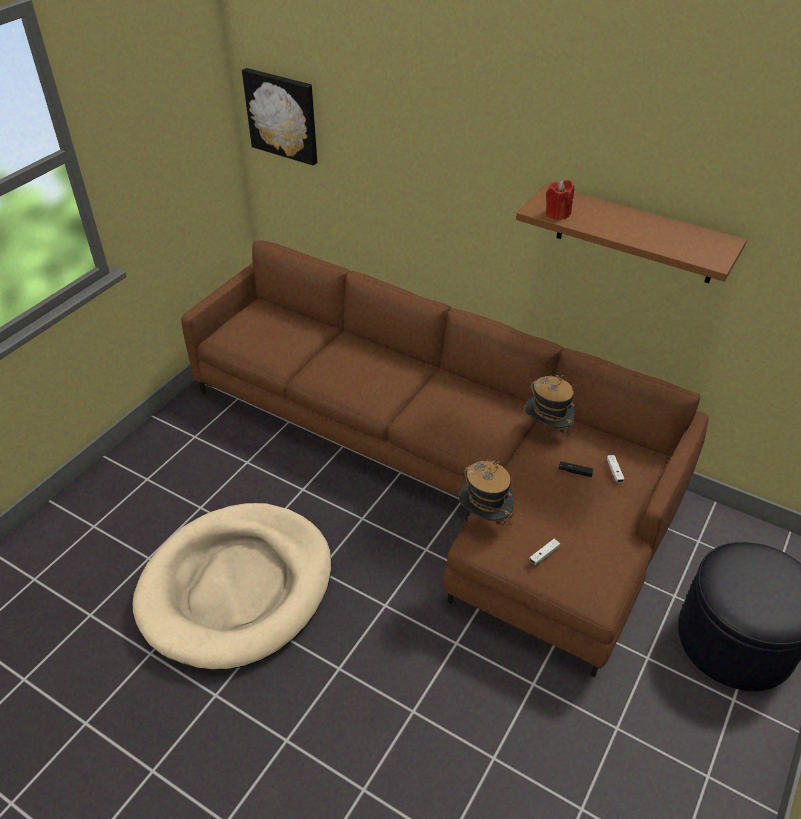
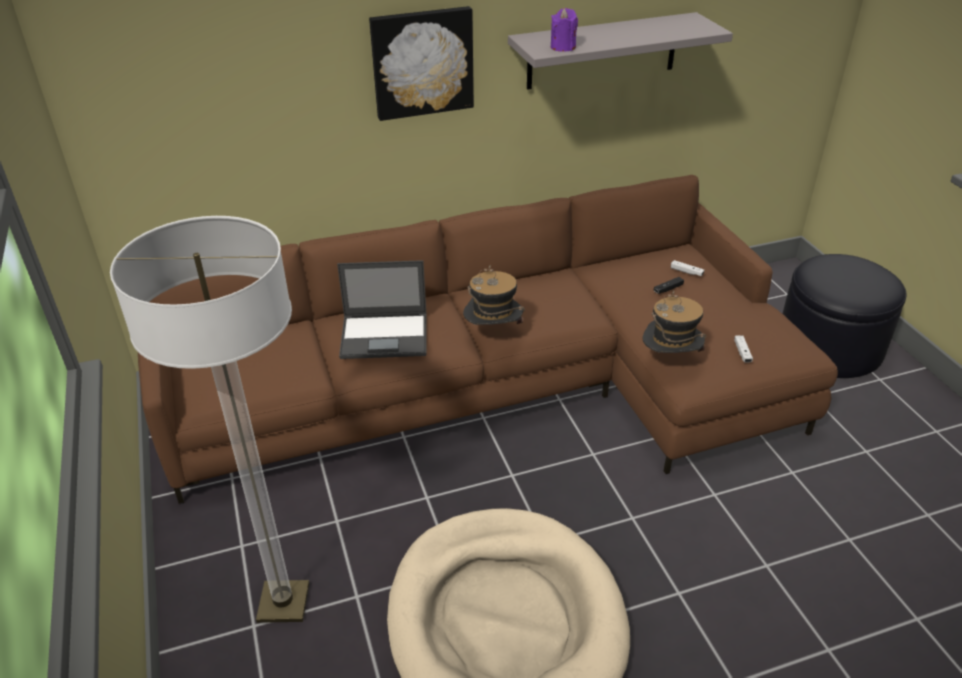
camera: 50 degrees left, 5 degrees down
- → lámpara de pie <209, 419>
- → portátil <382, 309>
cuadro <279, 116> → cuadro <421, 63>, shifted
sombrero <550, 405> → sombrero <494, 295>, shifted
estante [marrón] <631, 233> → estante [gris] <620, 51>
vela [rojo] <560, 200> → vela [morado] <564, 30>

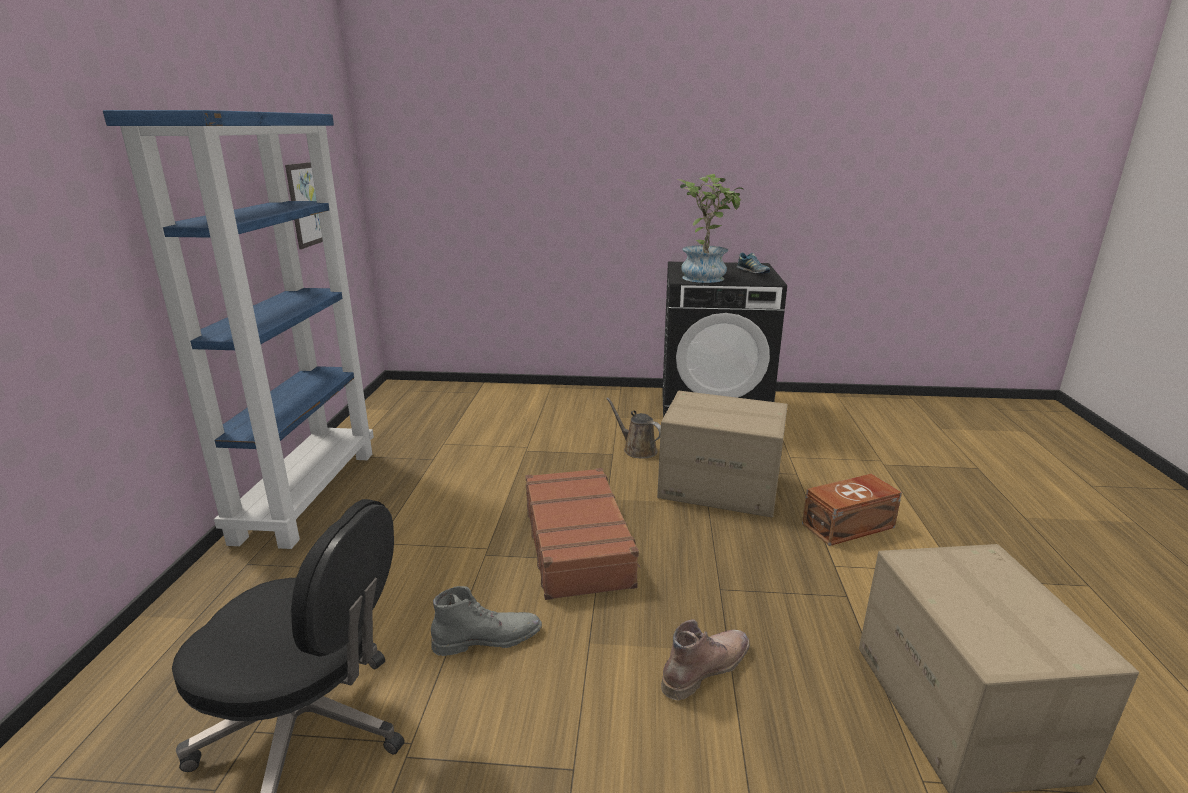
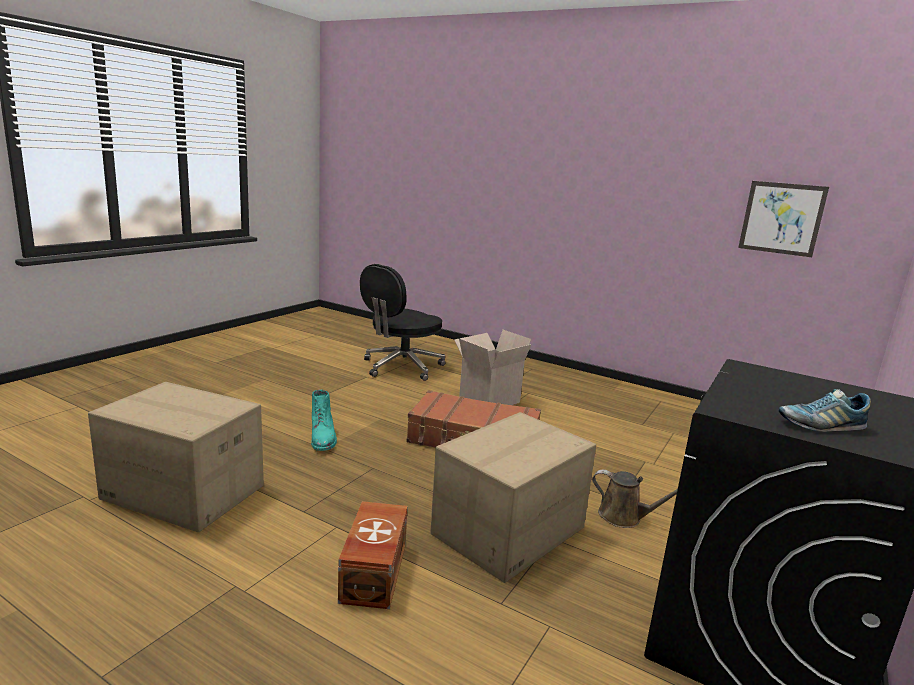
camera: 115 degrees right, 5 degrees down
bota [marrón] <705, 659> → bota [turquesa] <324, 420>
- → caja de cartón <493, 367>
regadera [marrón] <633, 428> → regadera [marrón] <635, 499>, 45 degrees clockwise
estantería [azul] <238, 329> → -
bota [gris] <486, 621> → -
planta en maceta <711, 228> → -

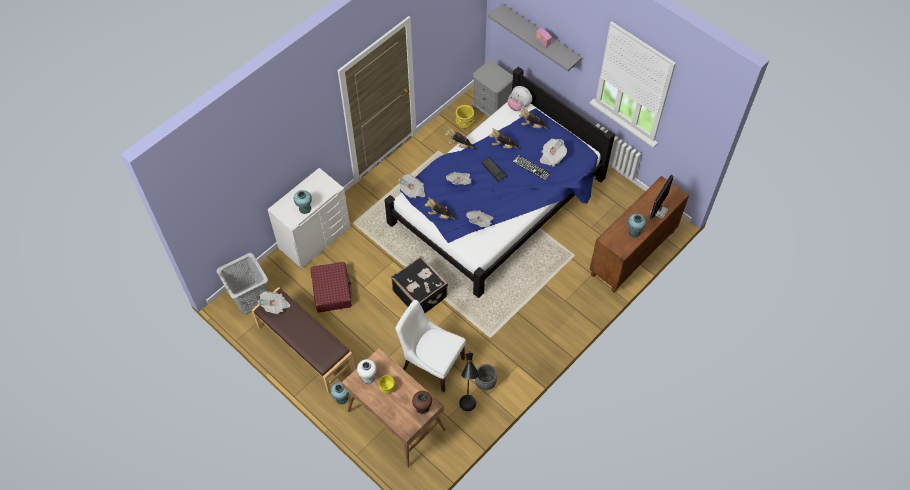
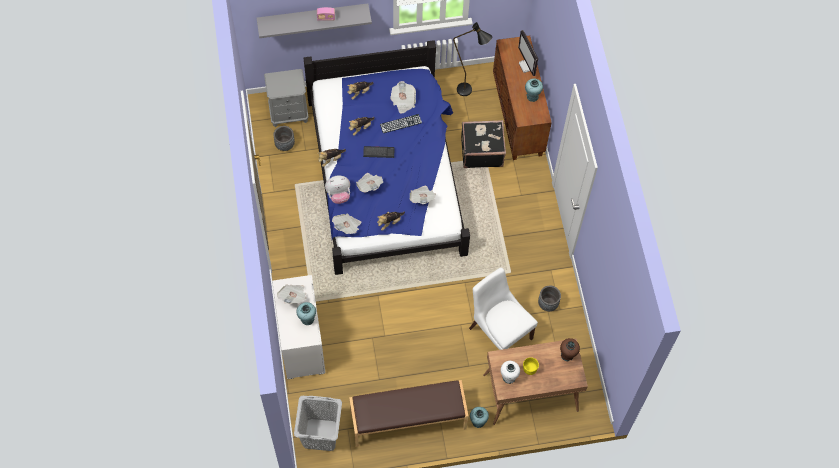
camera: 55 degrees left, 5 degrees up
maceta [amarillo] <465, 117> → maceta [gris] <284, 138>
periódico <274, 302> → periódico <291, 294>, shifted
peluche <519, 98> → peluche <337, 189>, shifted
lámpara de pie [negro] <469, 381> → lámpara de pie [negro] <472, 59>, shifted
maleta [negro] <419, 284> → maleta [negro] <483, 144>, shifted
silla [blanco] <430, 346> → silla [blanco] <503, 309>, 75 degrees clockwise
maleta [rojo] <331, 287> → -

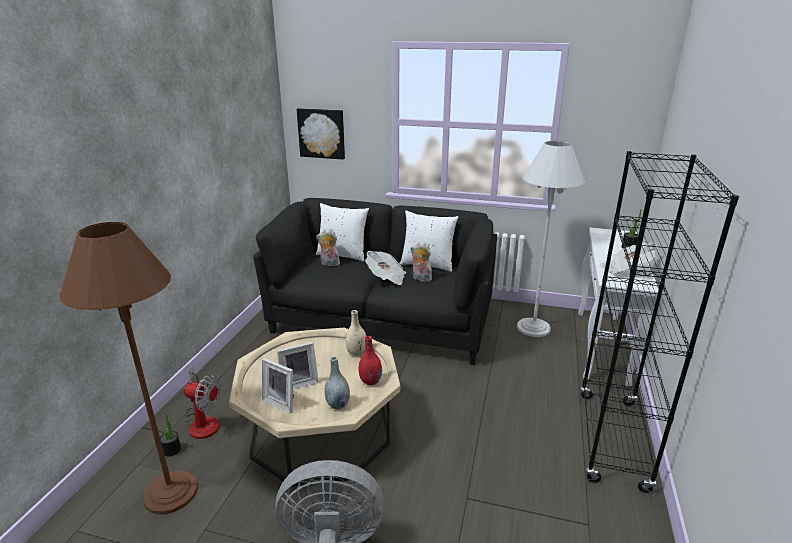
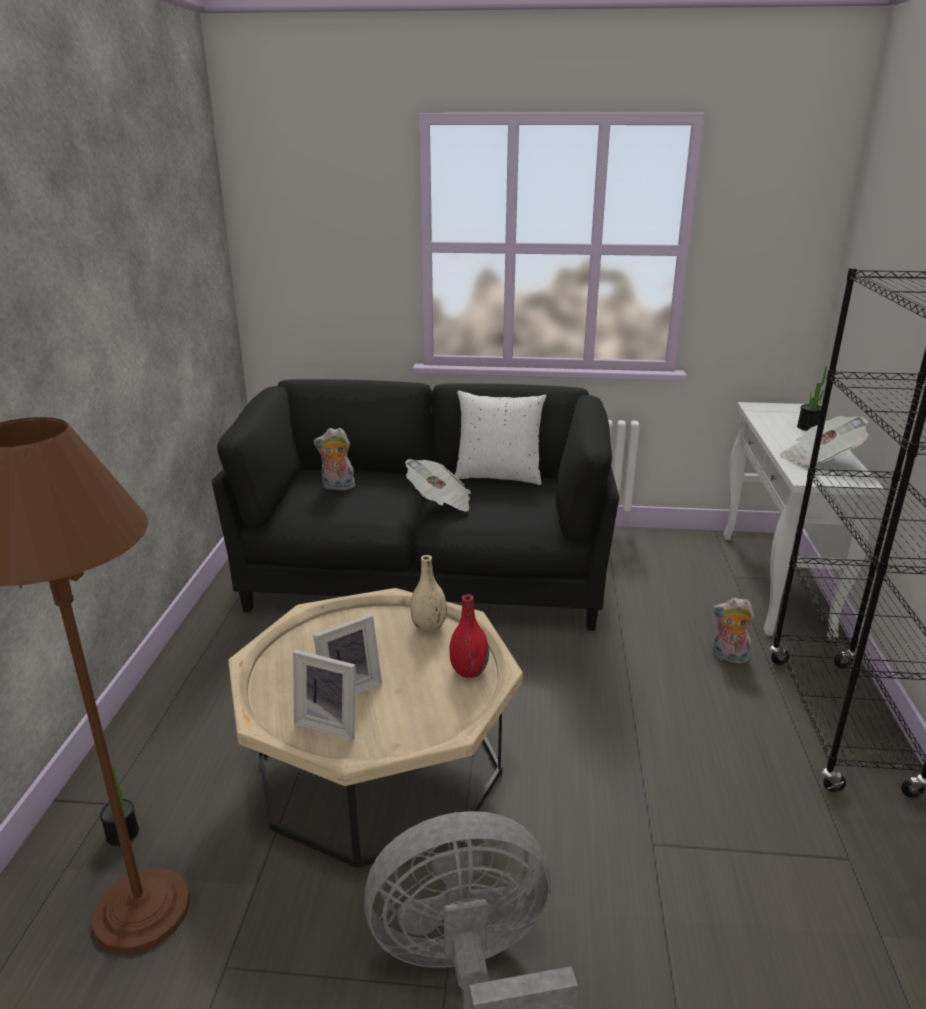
camera: 10 degrees left, 0 degrees up
peluche <422, 262> → peluche <733, 630>, shifted
ventilador <202, 403> → -
cuadro <321, 134> → -
cojín [blanco] <342, 232> → -
florero [gris] <337, 383> → -
lámpara de pie [blanco] <551, 239> → -

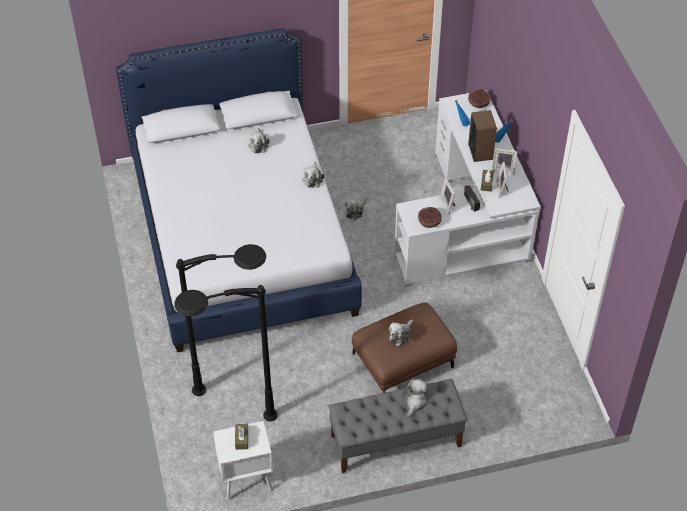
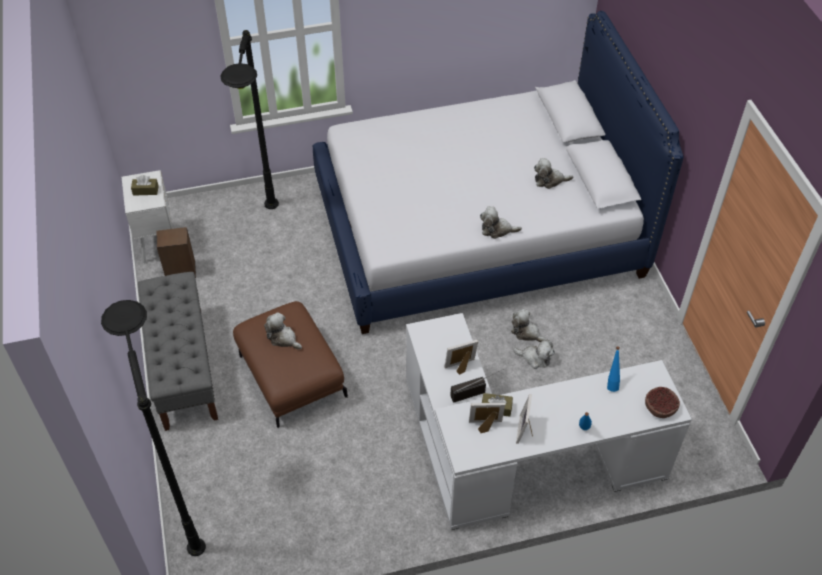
camera: 90 degrees right, 0 degrees up
lámpara de pie [negro] <226, 353> → lámpara de pie [negro] <153, 428>, shifted
altavoz <482, 136> → altavoz <176, 252>, shifted
peluche <415, 398> → peluche <534, 354>, shifted
cuenco <430, 217> → -

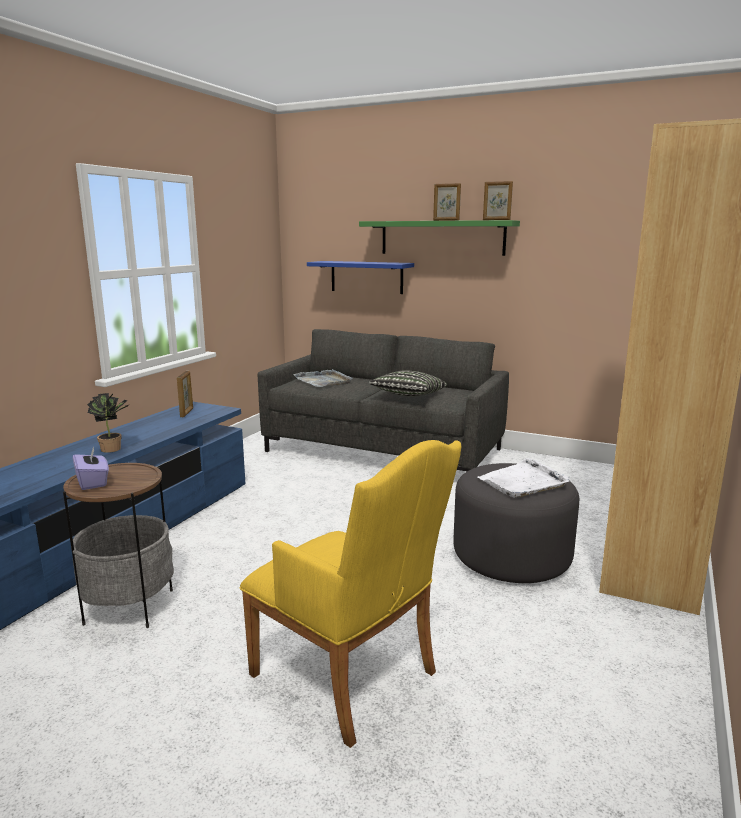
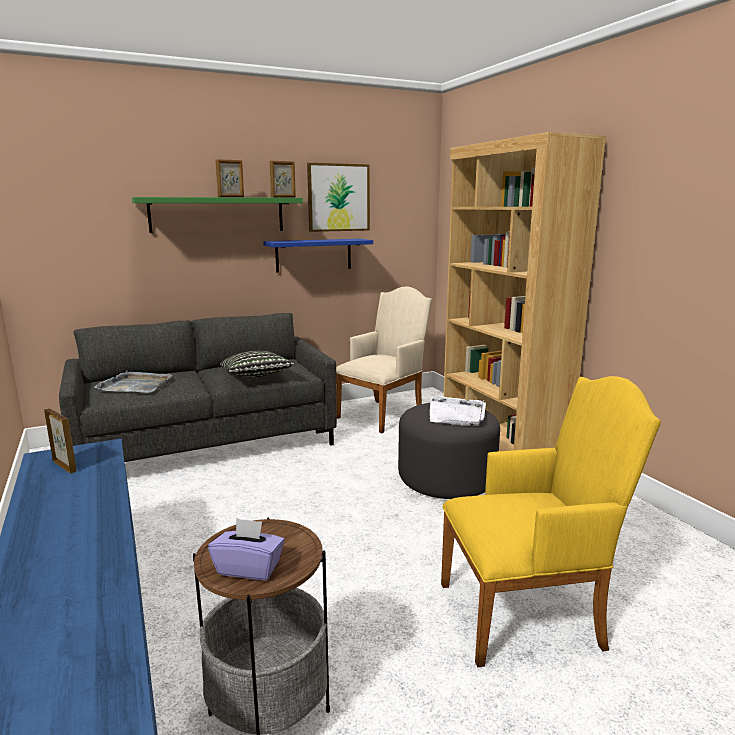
camera: 50 degrees left, 0 degrees up
estante [azul] <360, 277> → estante [azul] <318, 255>, shifted
- → cuadro <338, 197>
- → sillón [beis] <384, 360>
planta en maceta <108, 423> → -

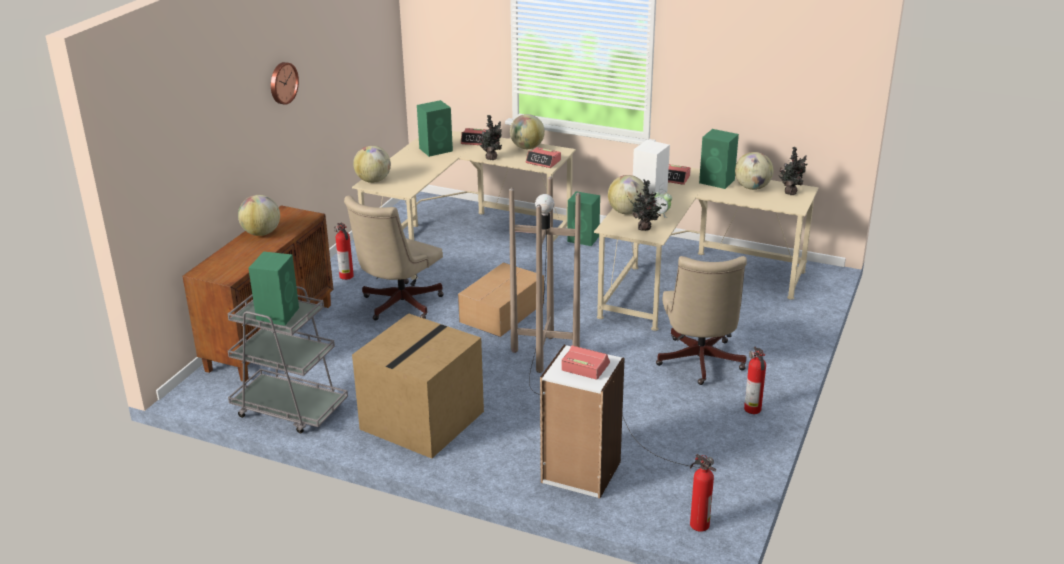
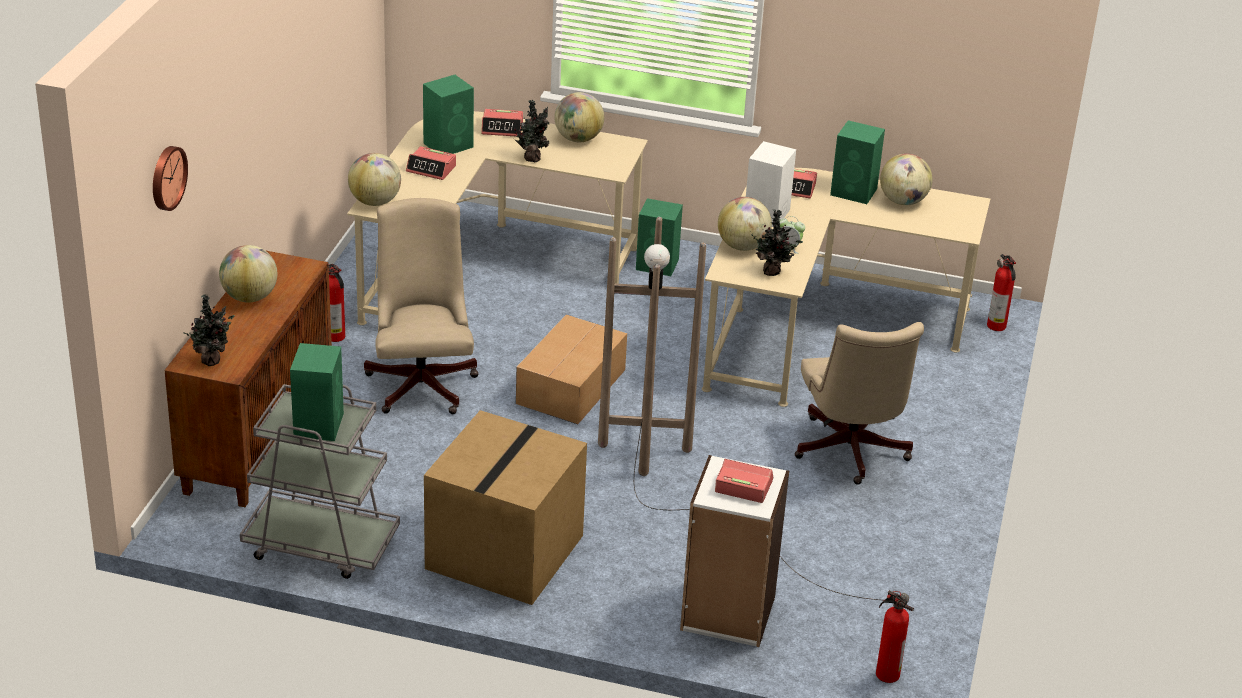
camera: 10 degrees left, 5 degrees up
reloj de pared <285, 83> → reloj de pared <170, 178>, shifted
planta en maceta <793, 171> → planta en maceta <208, 330>, shifted
silla de oficina [beis] <394, 258> → silla de oficina [beis] <421, 306>, 150 degrees clockwise
despertador <543, 157> → despertador <431, 163>, shifted
extintor <755, 380> → extintor <1001, 292>, shifted

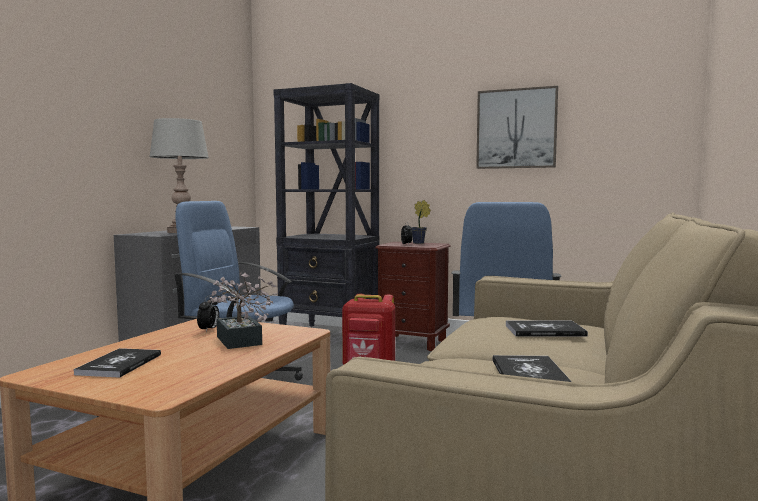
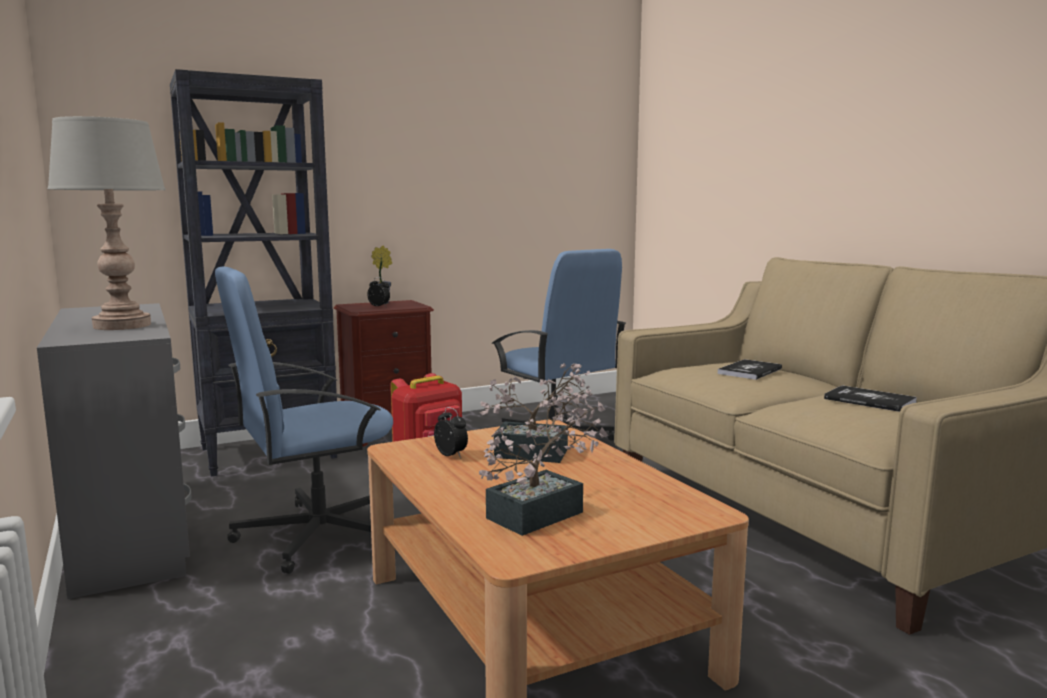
camera: 50 degrees left, 5 degrees up
libro <117, 363> → planta en maceta <543, 464>
cuadro <517, 127> → -

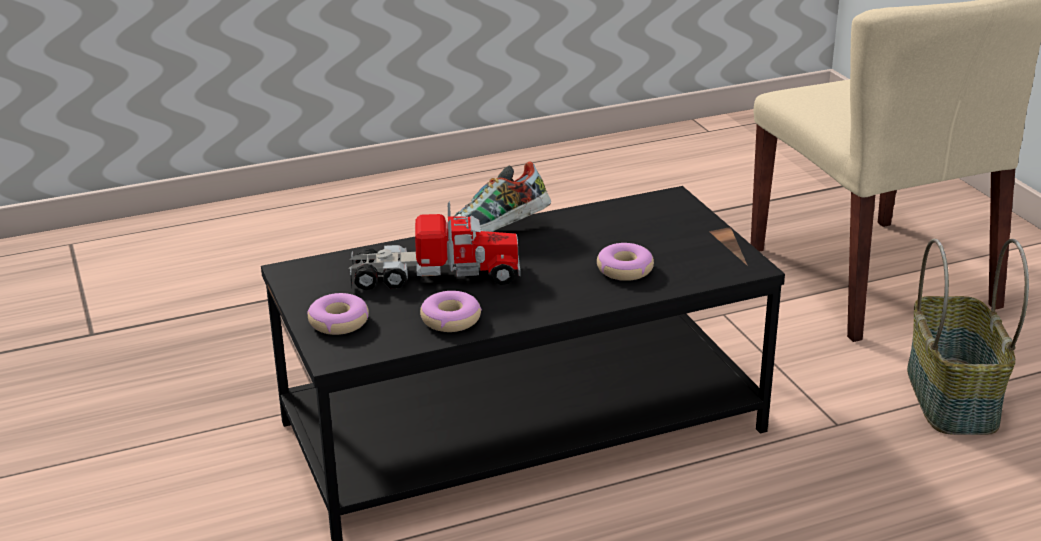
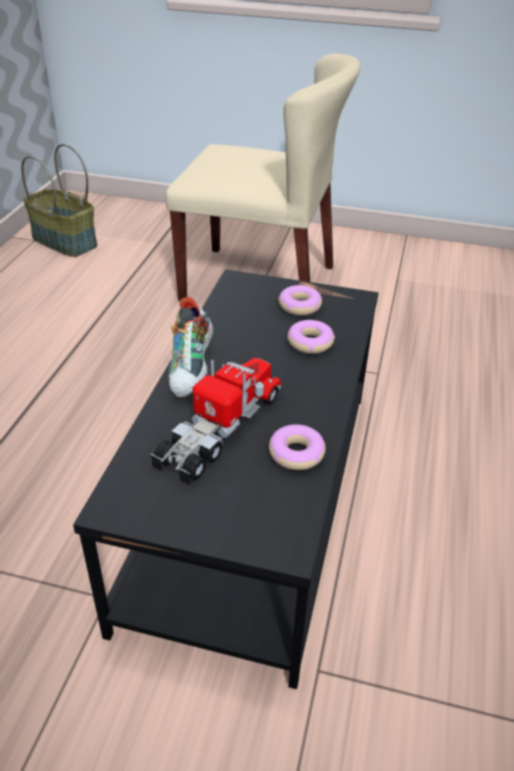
camera: 55 degrees left, 10 degrees up
cesta <968, 337> → cesta <59, 200>, shifted
rosquilla <338, 314> → rosquilla <300, 300>, shifted

